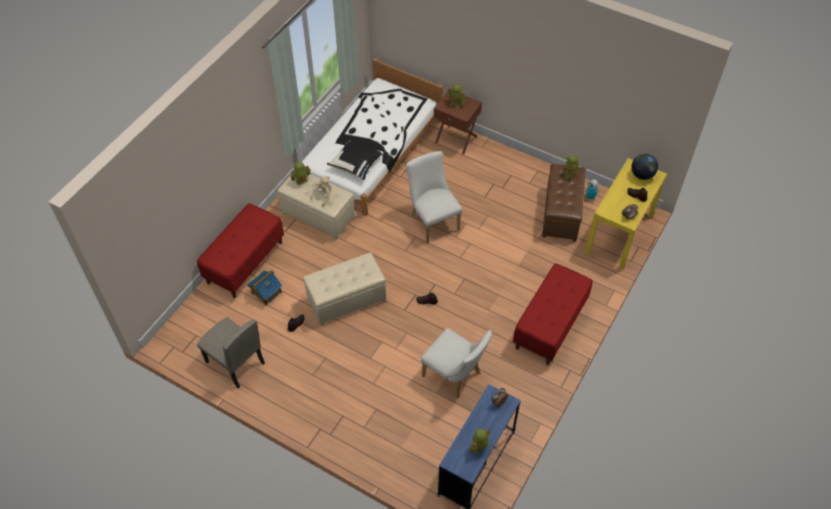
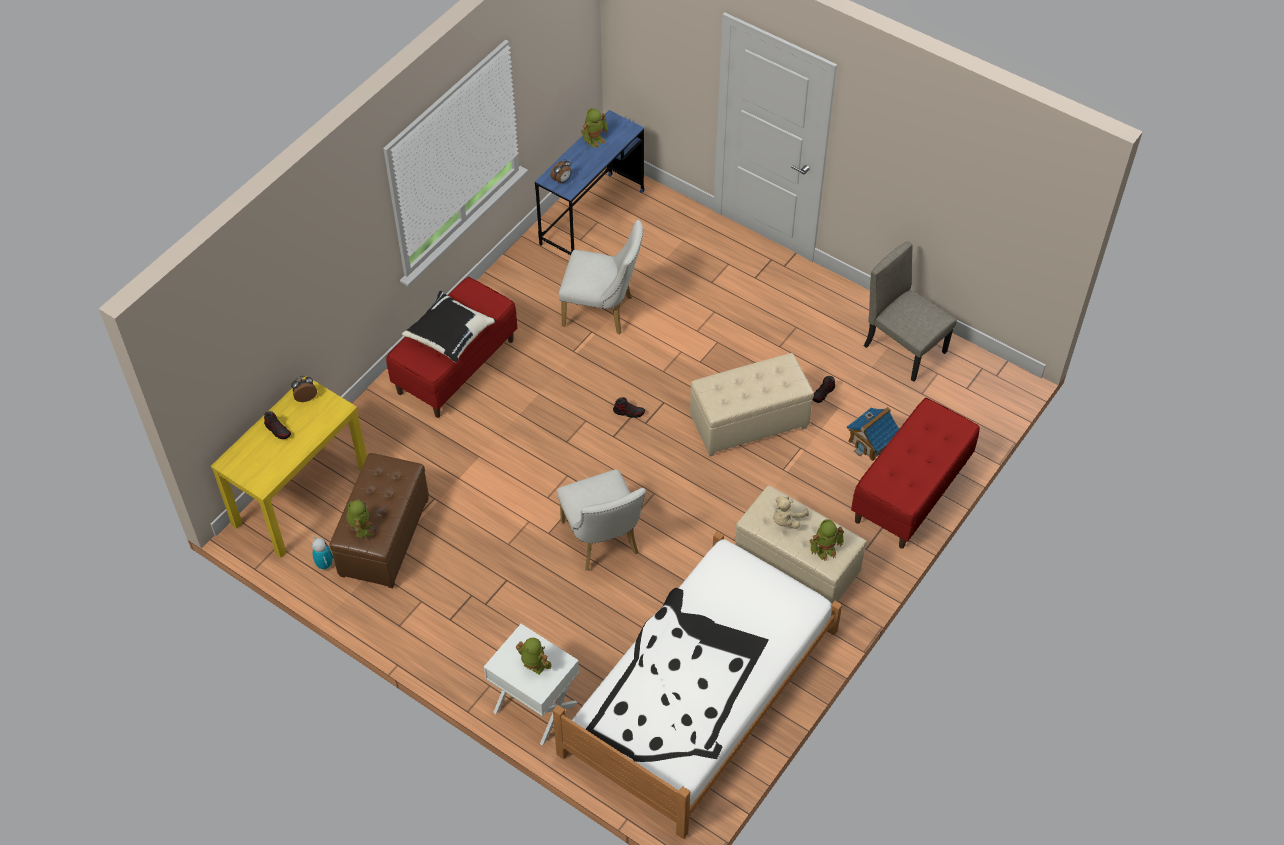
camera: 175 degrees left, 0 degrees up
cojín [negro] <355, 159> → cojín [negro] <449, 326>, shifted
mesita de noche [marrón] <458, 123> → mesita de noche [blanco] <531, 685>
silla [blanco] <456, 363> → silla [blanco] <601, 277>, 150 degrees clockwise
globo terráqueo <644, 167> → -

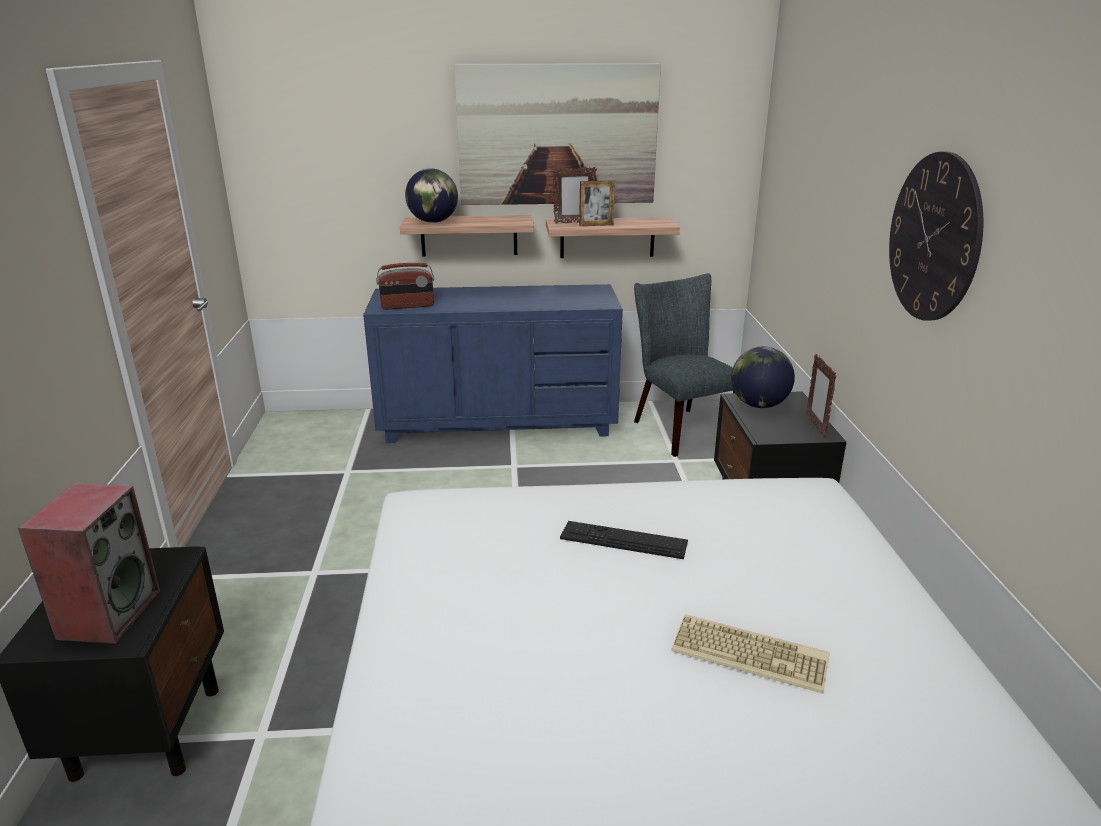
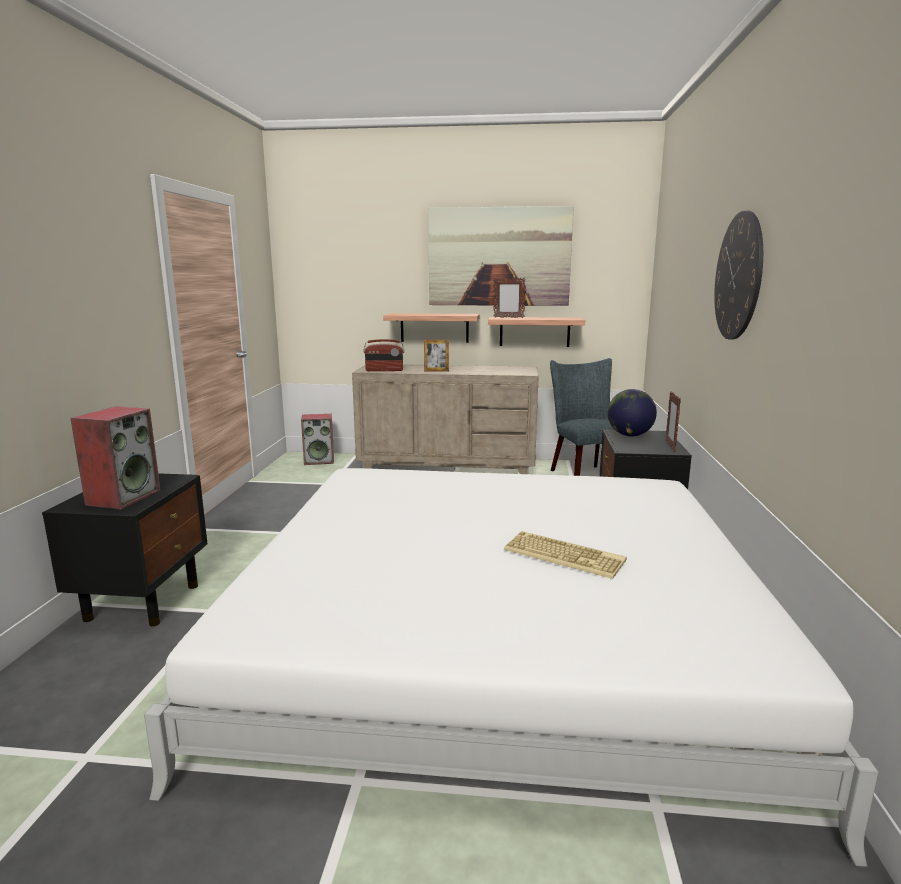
camera: 10 degrees right, 10 degrees down
- → altavoz <317, 439>
cómoda [azul] <493, 363> → cómoda [beis] <445, 419>
portarretratos <597, 203> → portarretratos <436, 356>, shifted
globo terráqueo <431, 195> → -
teclado <624, 540> → -

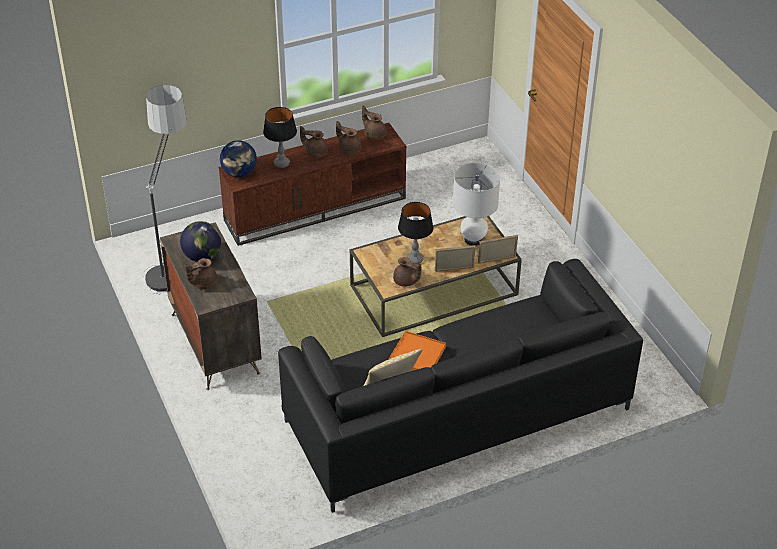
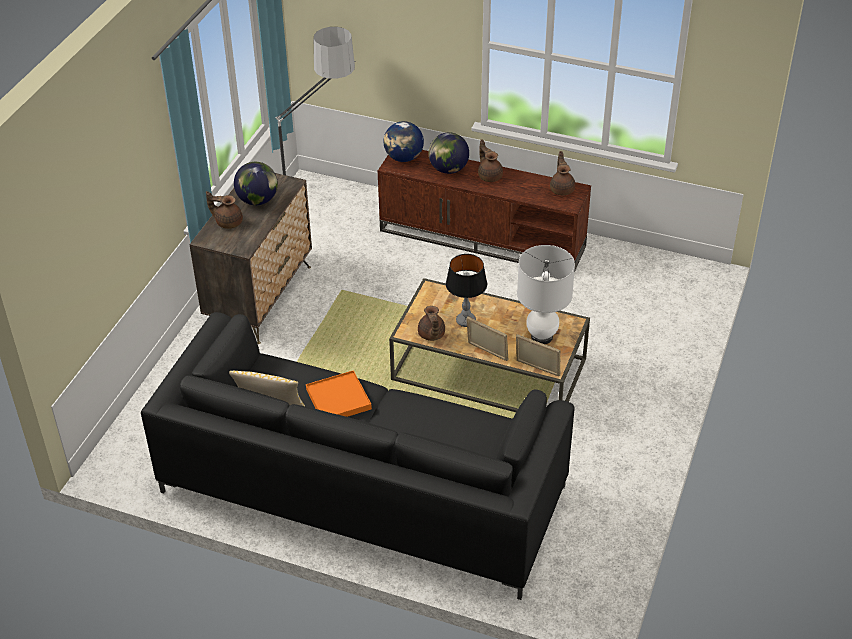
camera: 45 degrees right, 0 degrees up
lámpara de mesa <280, 137> → globo terráqueo <448, 153>
tetera [marrón] <349, 138> → -

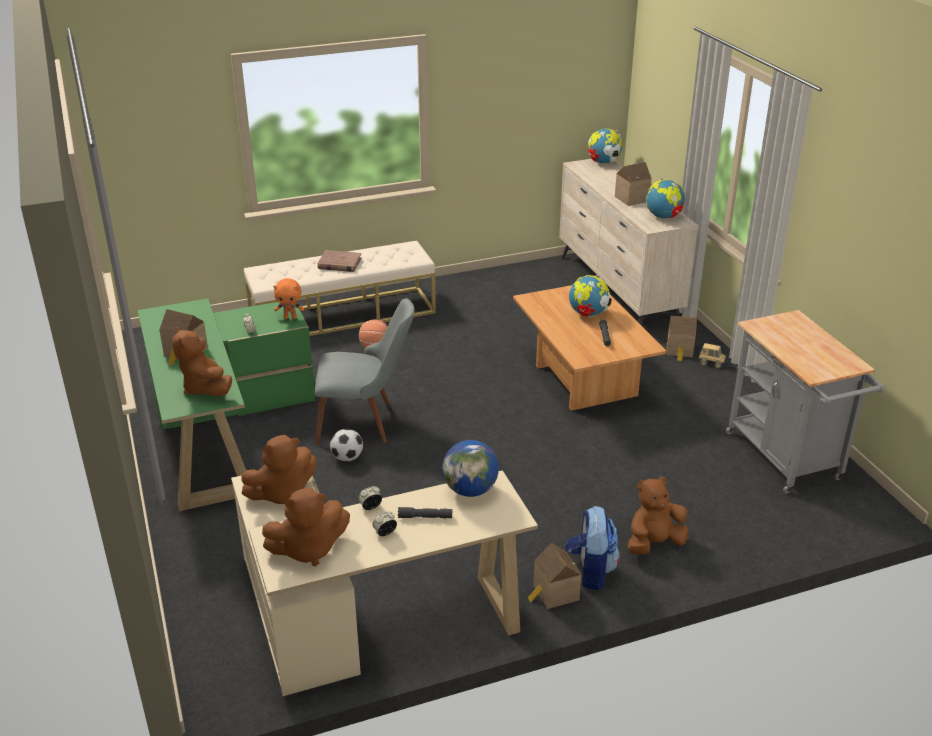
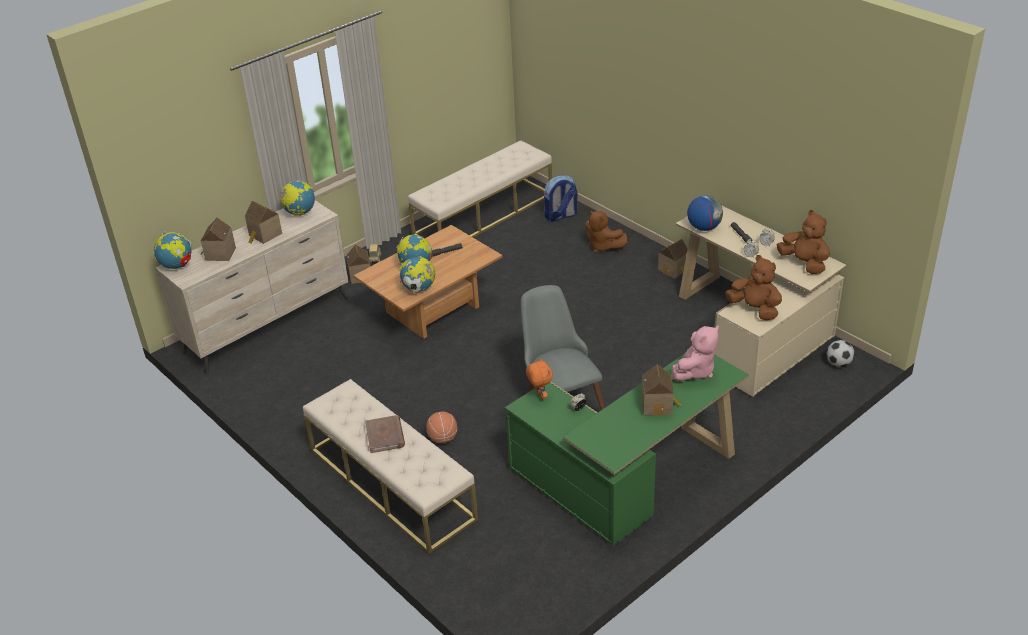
camera: 110 degrees left, 5 degrees up
- → casita <218, 239>
- → globo terráqueo <417, 274>
carrito [gris] <805, 402> → banco [beis] <480, 188>
mochila <593, 548> → mochila <561, 198>, shifted
peluche [marrón] <202, 361> → peluche [rosa] <695, 353>
balón de fútbol <346, 445> → balón de fútbol <841, 353>, shifted

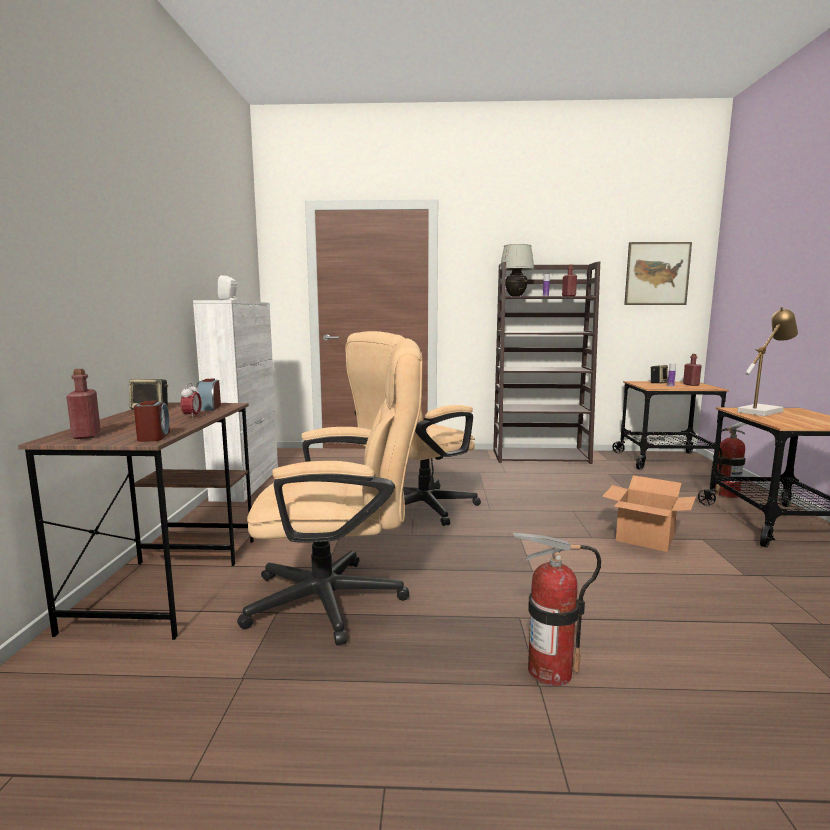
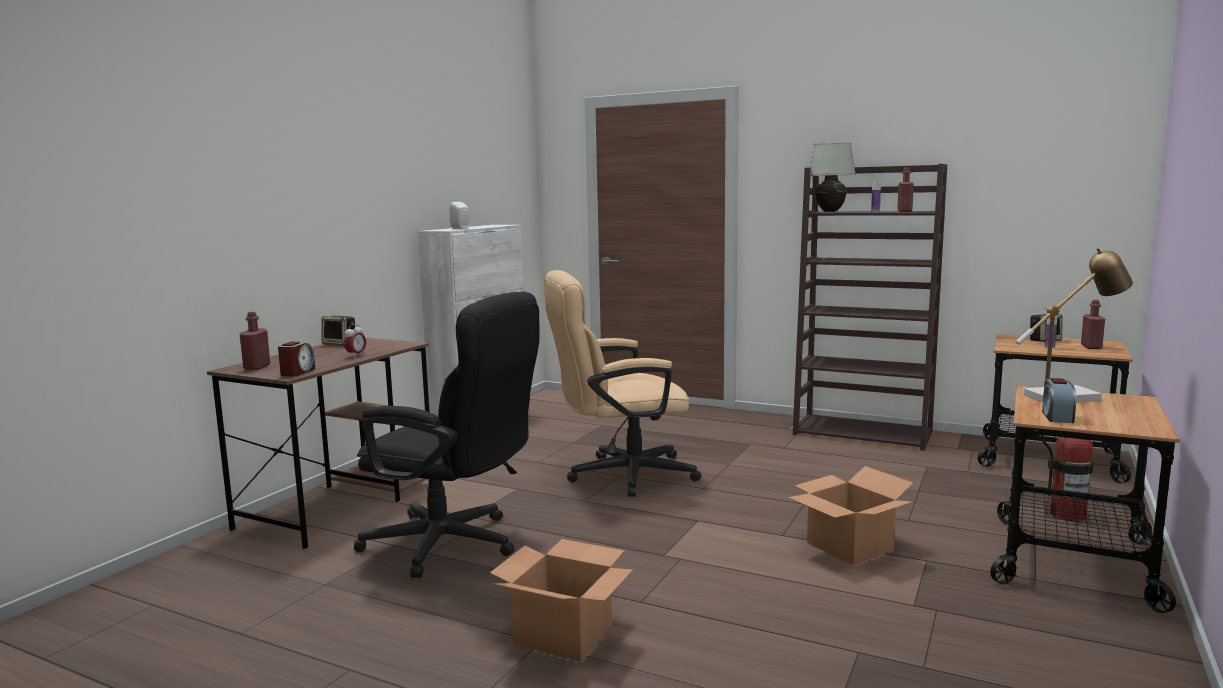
camera: 25 degrees right, 0 degrees up
silla de oficina [beis] <329, 491> → silla de oficina [negro] <446, 434>
extintor <556, 609> → caja de cartón <561, 600>
despertador <208, 395> → despertador <1059, 400>, shifted
cuadro <658, 273> → -

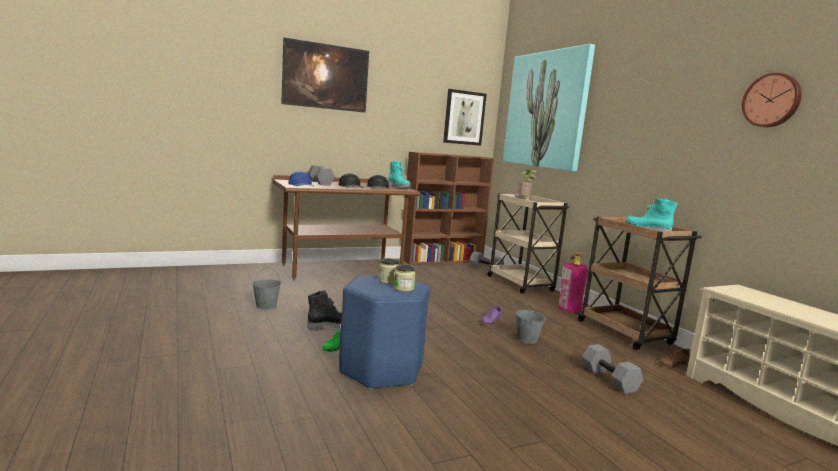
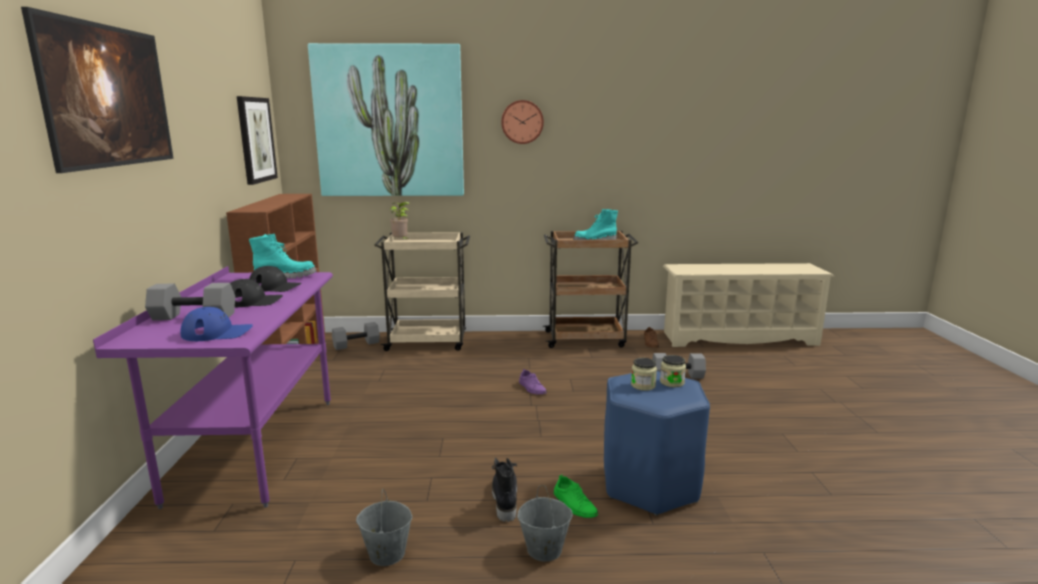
camera: 65 degrees left, 5 degrees up
escritorio [marrón] <347, 228> → escritorio [morado] <213, 387>
reloj de pared <772, 100> → reloj de pared <522, 122>, shifted
cubo [gris] <530, 321> → cubo [gris] <545, 523>, shifted
extintor <573, 283> → -

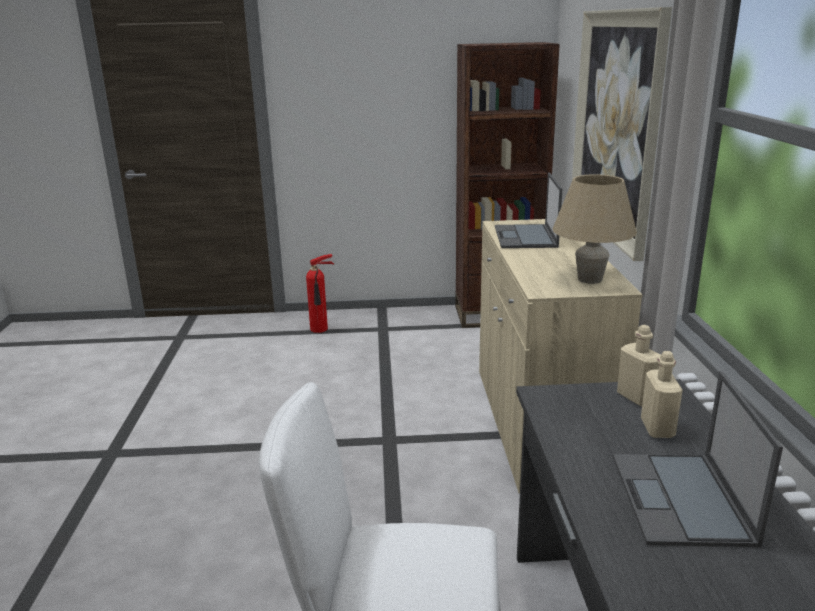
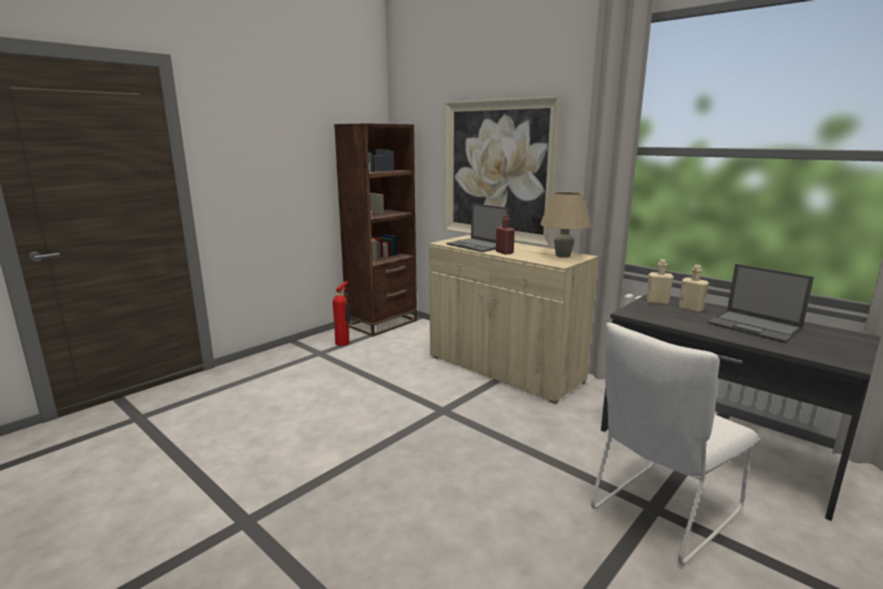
camera: 45 degrees left, 5 degrees down
extintor <320, 293> → extintor <342, 314>, shifted
- → botella [rojo] <505, 235>

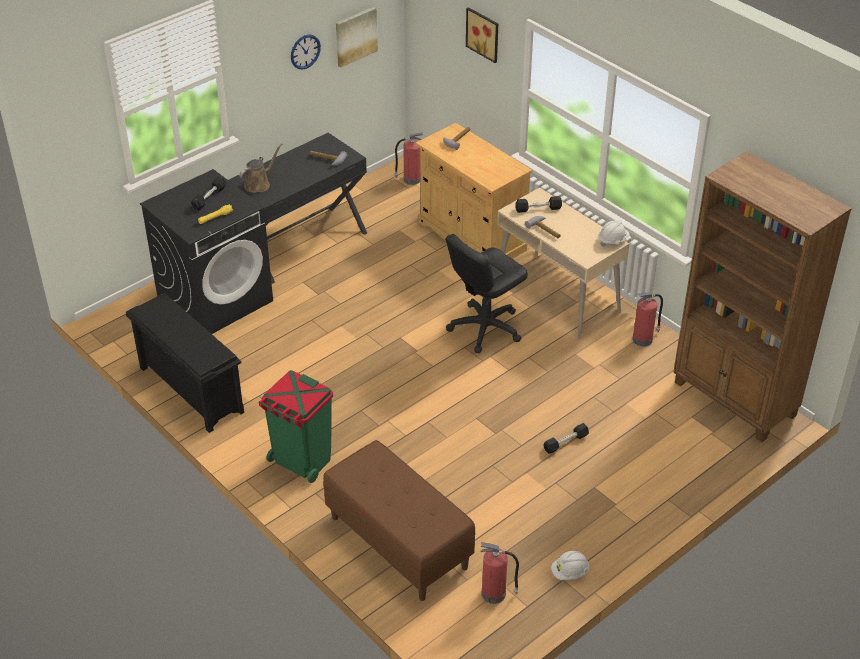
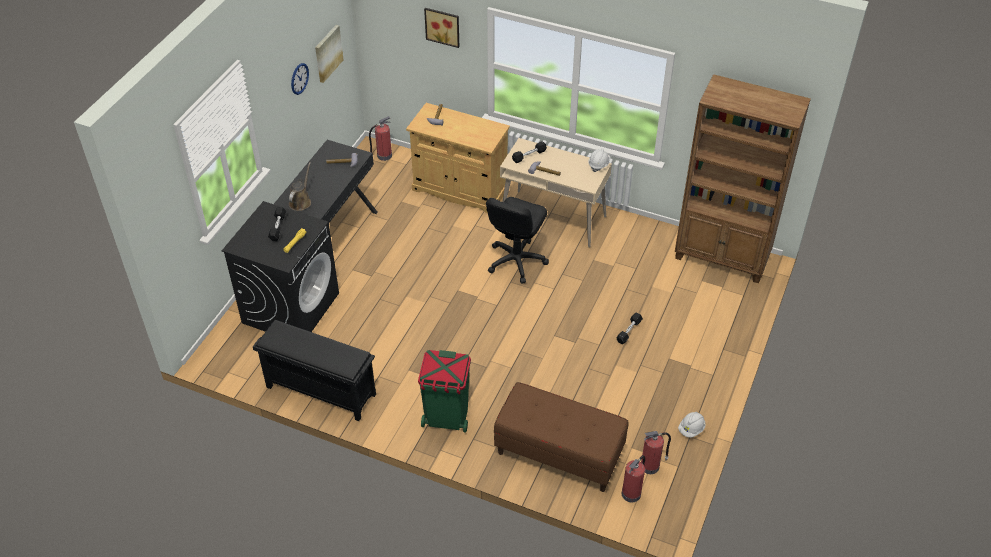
camera: 25 degrees left, 5 degrees up
extintor <647, 319> → extintor <633, 478>, shifted

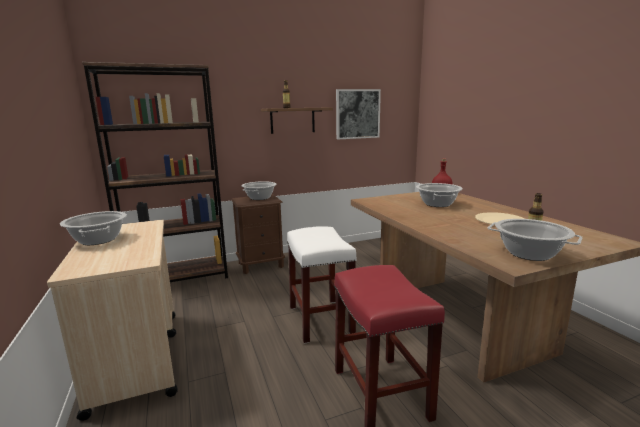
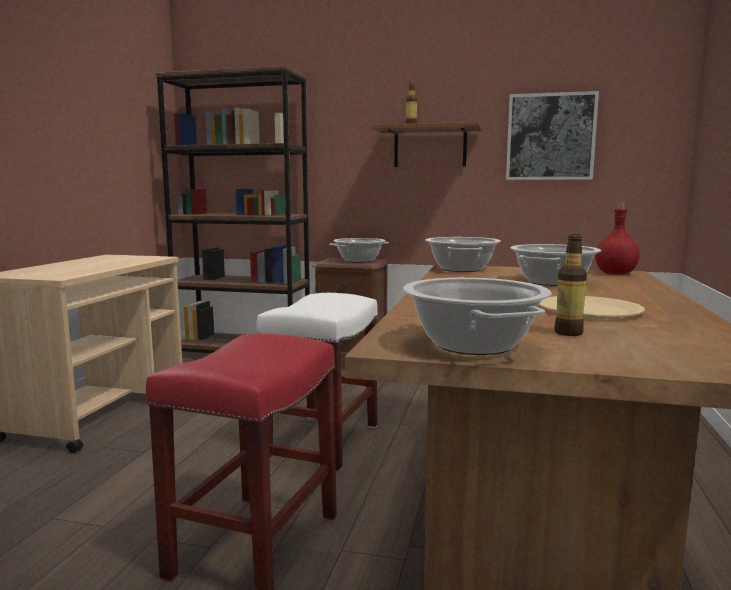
camera: 35 degrees right, 5 degrees down
olla <93, 228> → olla <463, 254>, shifted

